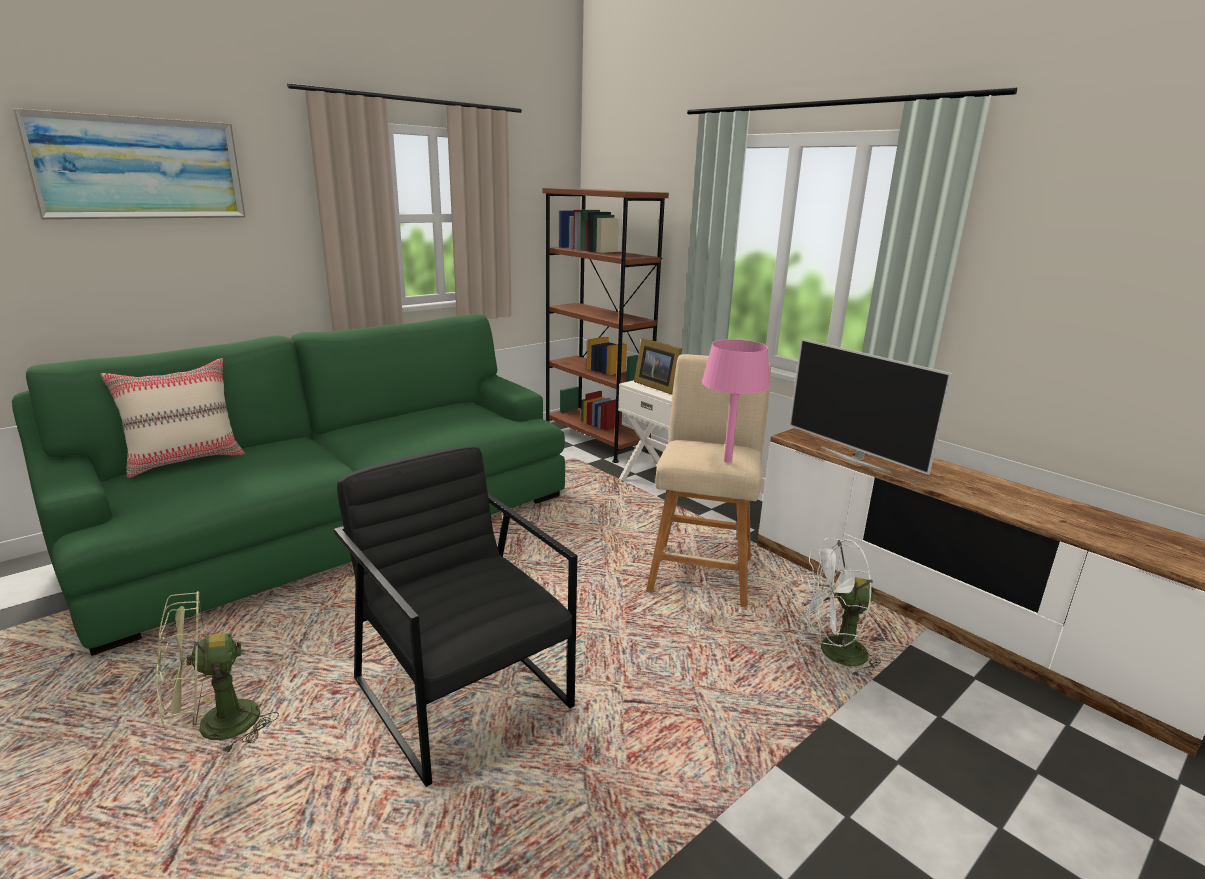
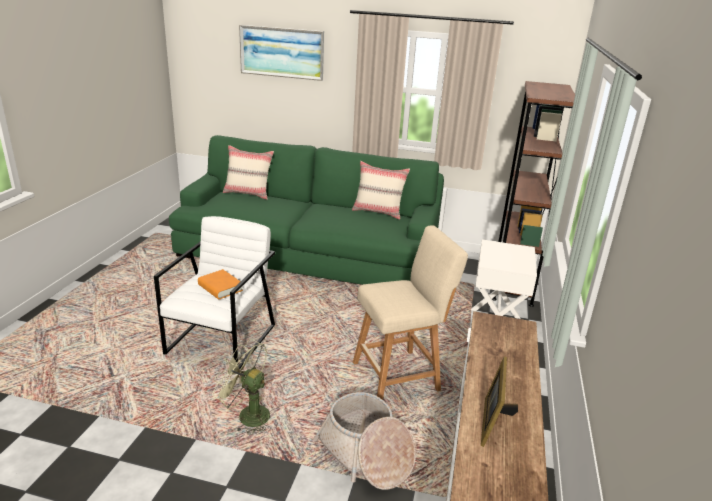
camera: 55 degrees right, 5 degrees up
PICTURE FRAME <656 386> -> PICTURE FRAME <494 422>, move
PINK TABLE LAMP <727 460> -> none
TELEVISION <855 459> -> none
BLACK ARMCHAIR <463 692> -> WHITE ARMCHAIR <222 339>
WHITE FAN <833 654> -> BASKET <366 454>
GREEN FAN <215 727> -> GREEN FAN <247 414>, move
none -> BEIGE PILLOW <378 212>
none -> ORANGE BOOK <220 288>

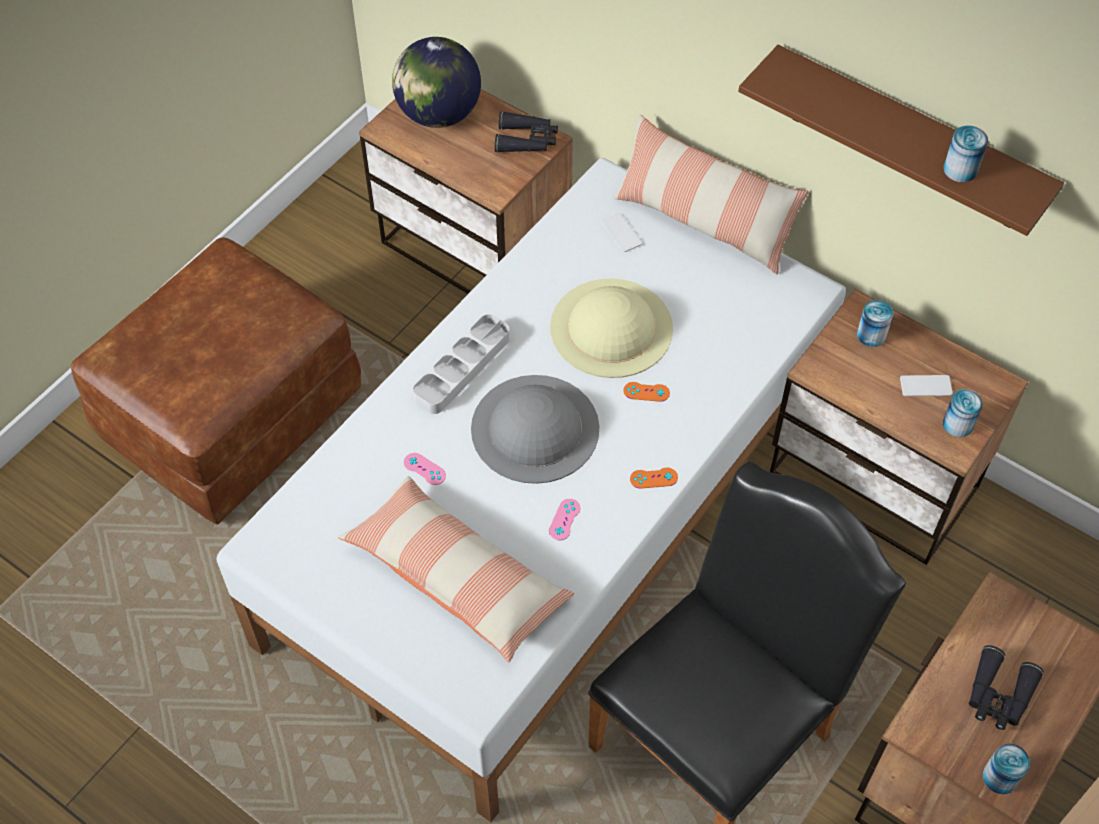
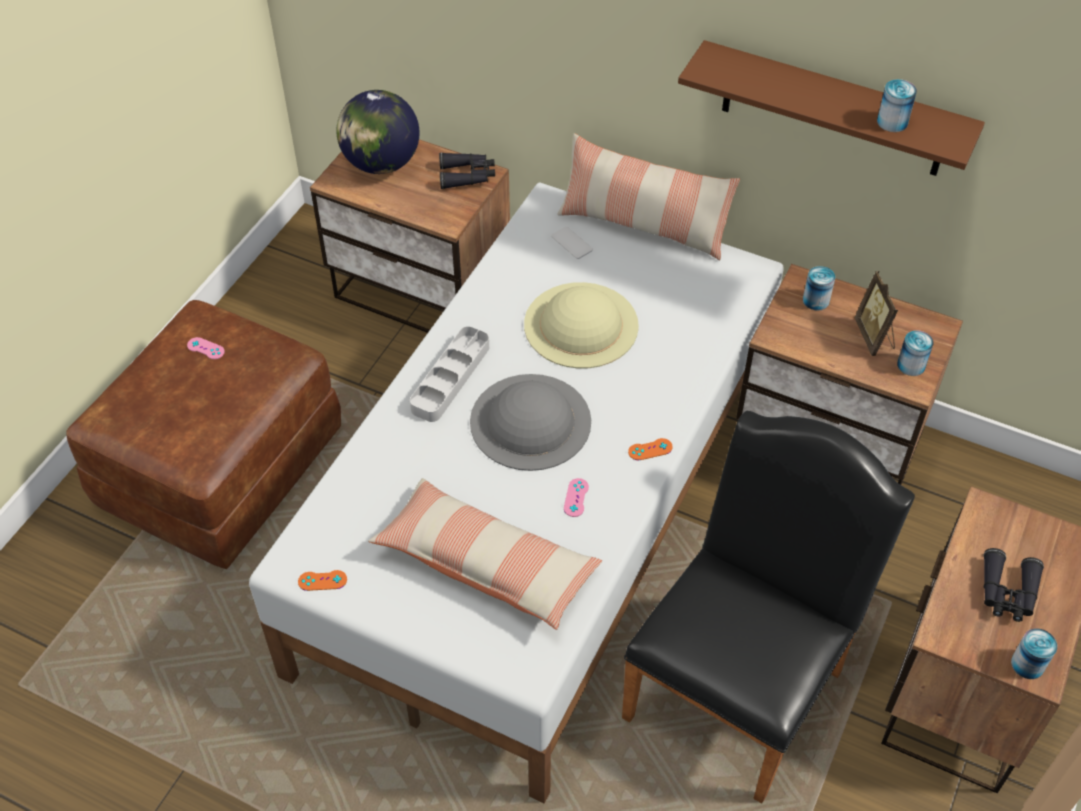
camera: 10 degrees left, 5 degrees down
PHONE <925 386> -> PICTURE FRAME <874 337>
ORANGE GAME CONTROLLER <646 392> -> ORANGE GAME CONTROLLER <322 580>, move
PINK GAME CONTROLLER <424 469> -> PINK GAME CONTROLLER <205 348>, move

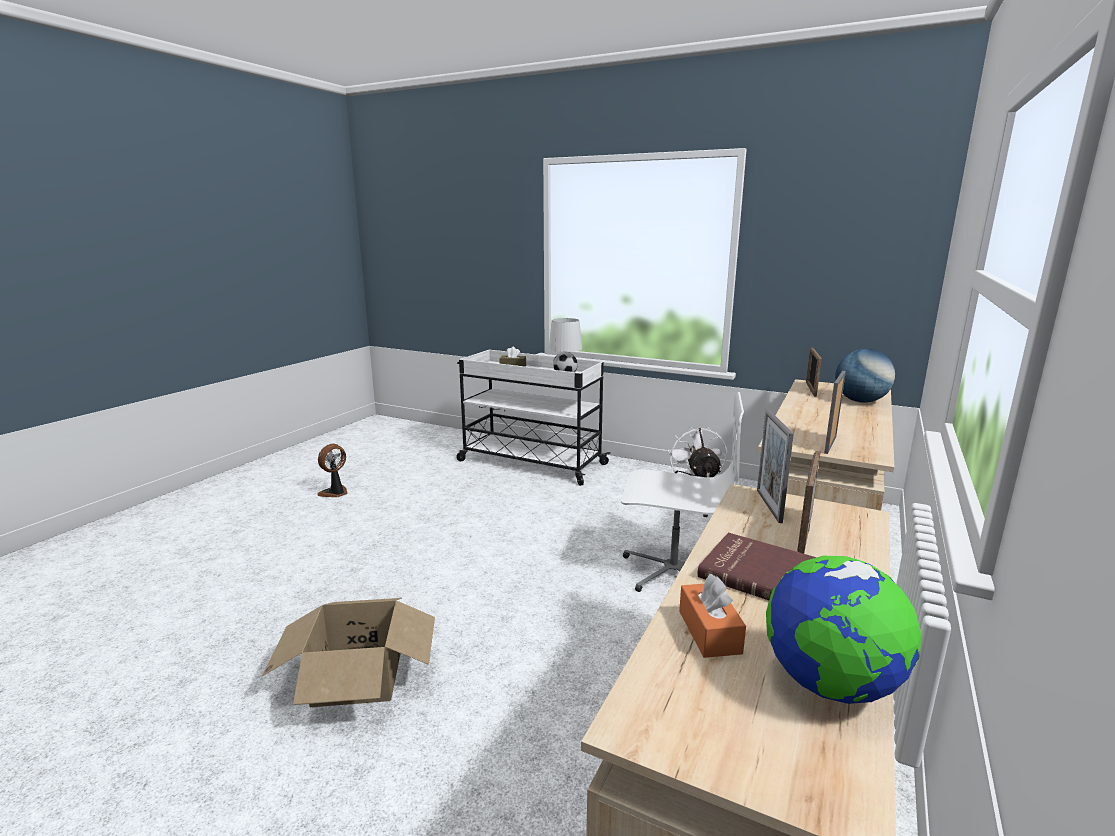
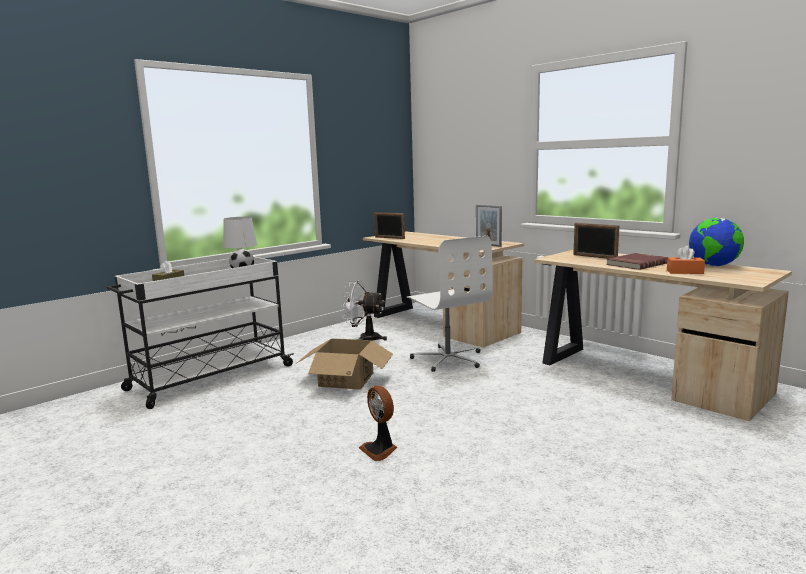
camera: 70 degrees left, 5 degrees down
GLOBE <860 401> -> none
WHITE OFFICE CHAIR <672 571> -> WHITE OFFICE CHAIR <448 359>, 120 degrees clockwise
PICTURE FRAME <768 506> -> none
FAN <335 493> -> FAN <380 450>, move
CARDBOARD BOX <357 676> -> CARDBOARD BOX <346 379>, move

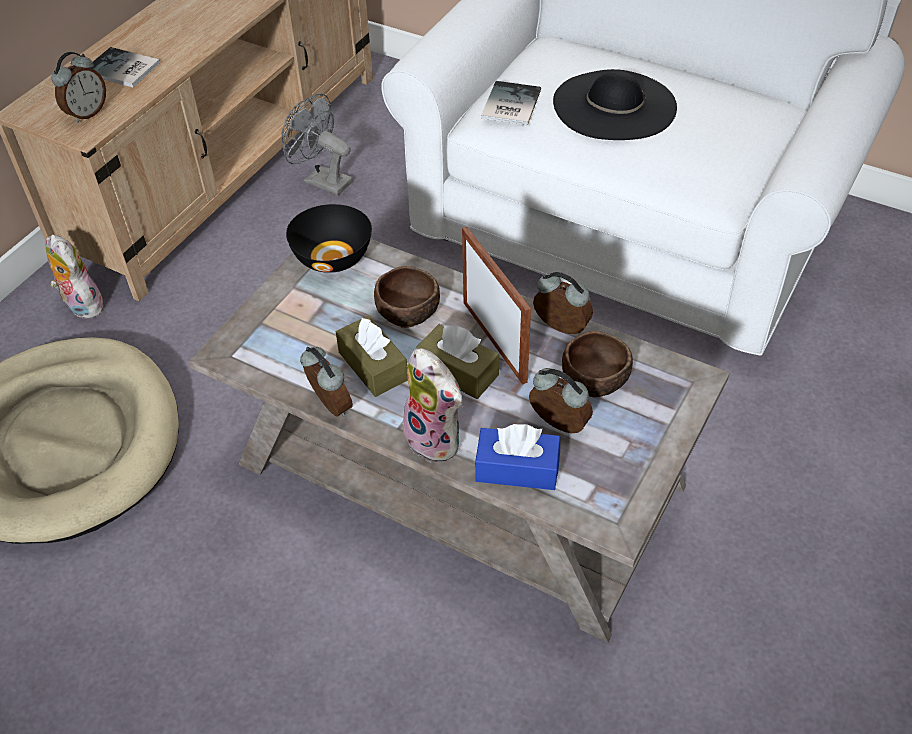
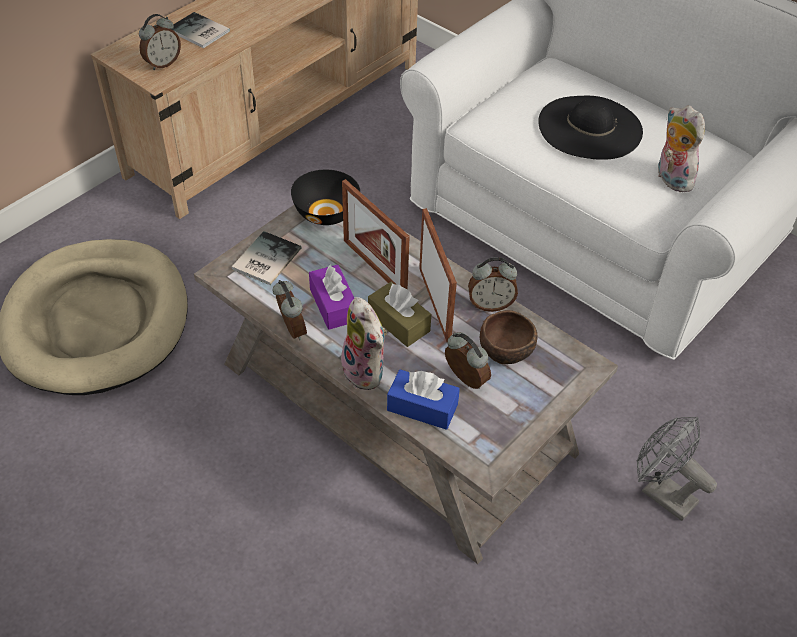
camera: 10 degrees right, 0 degrees up
BOOK <509 105> -> BOOK <264 259>, move
GREY FAN <321 180> -> GREY FAN <661 493>, move
PLUSH TOY <81 305> -> PLUSH TOY <670 179>, move
BROWN BOWL <409 311> -> PICTURE FRAME <374 267>
ALARM CLOCK <560 329> -> ALARM CLOCK <490 304>, 135 degrees clockwise
BROWN TISSUE BOX <373 366> -> PURPLE TISSUE BOX <333 305>

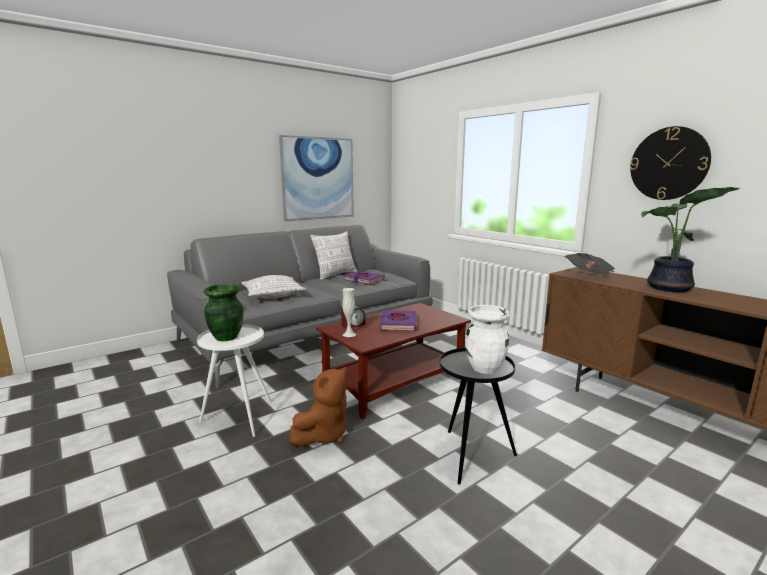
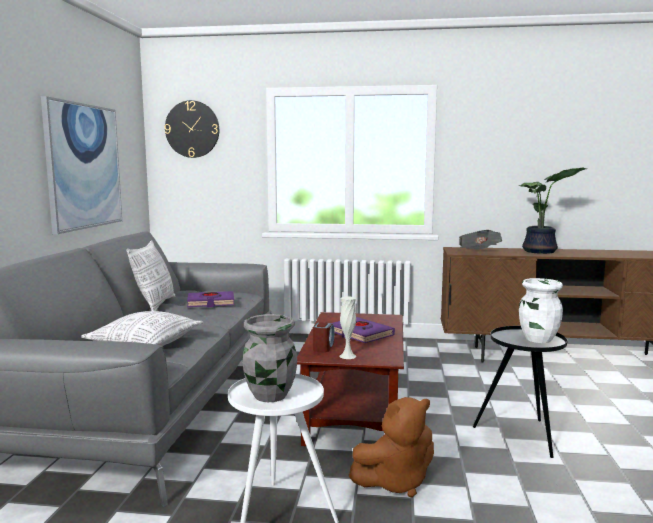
camera: 45 degrees left, 5 degrees down
WALL CLOCK <668 163> -> WALL CLOCK <192 129>, move
GREEN VASE <226 337> -> GREY VASE <270 396>
BROWN PLUSH TOY <323 435> -> BROWN PLUSH TOY <395 482>, 75 degrees clockwise

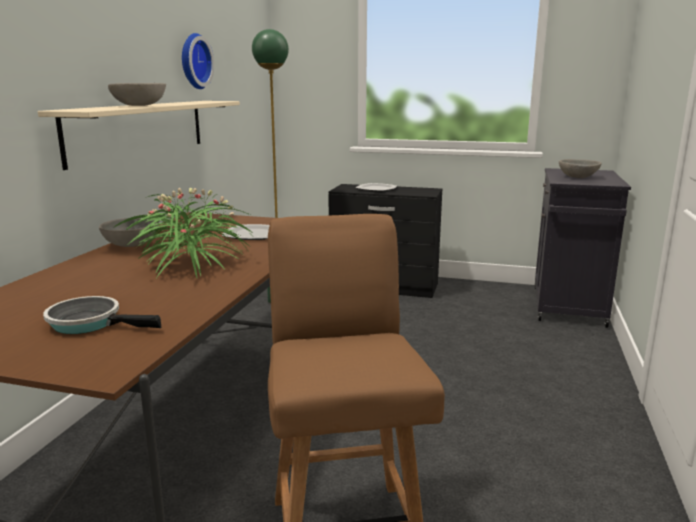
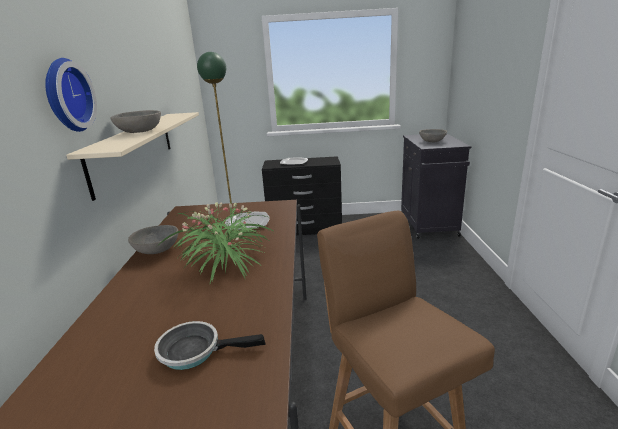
camera: 15 degrees left, 5 degrees up
WALL CLOCK <193 61> -> WALL CLOCK <65 96>, move

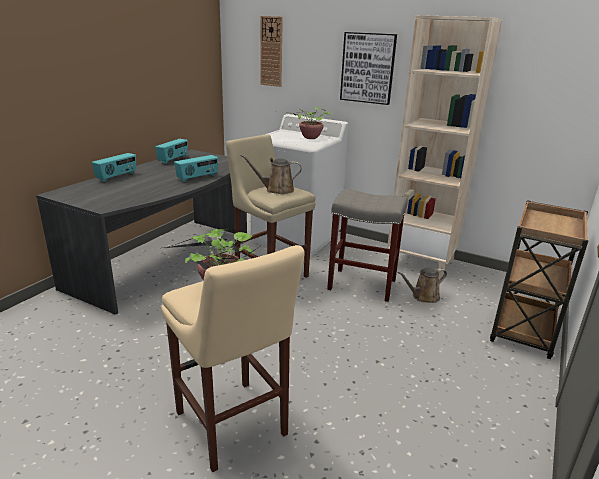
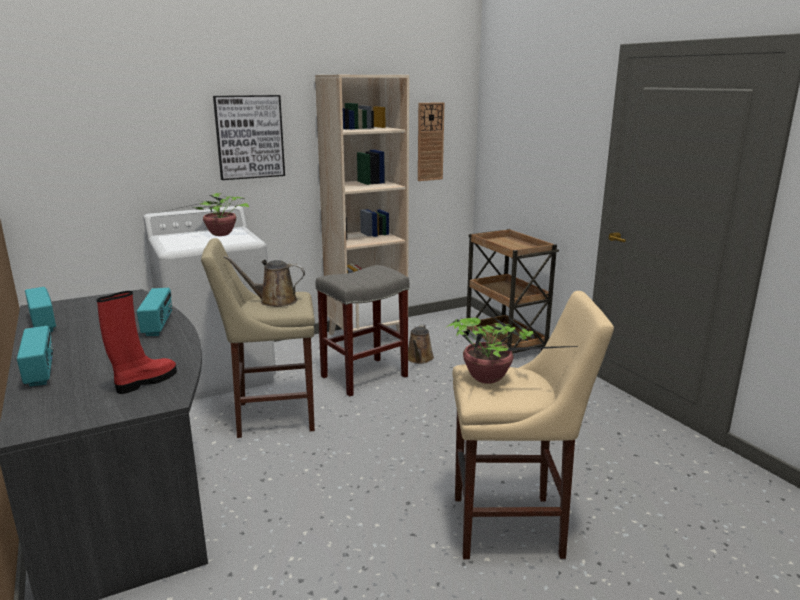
camera: 55 degrees left, 5 degrees down
WALL CLOCK <271 51> -> WALL CLOCK <430 142>, move
BROWN WATERING CAN <276 190> -> BROWN WATERING CAN <274 301>, 60 degrees clockwise
none -> RED BOOT <145 382>

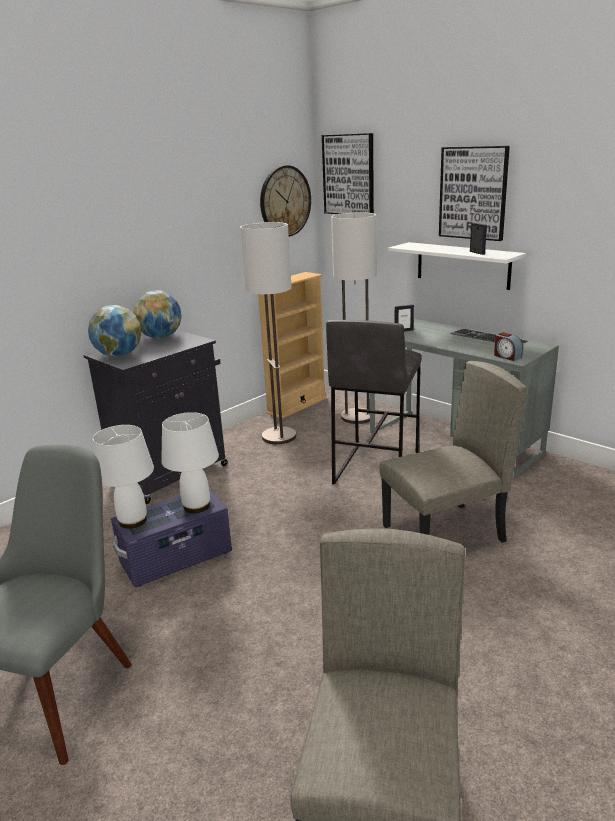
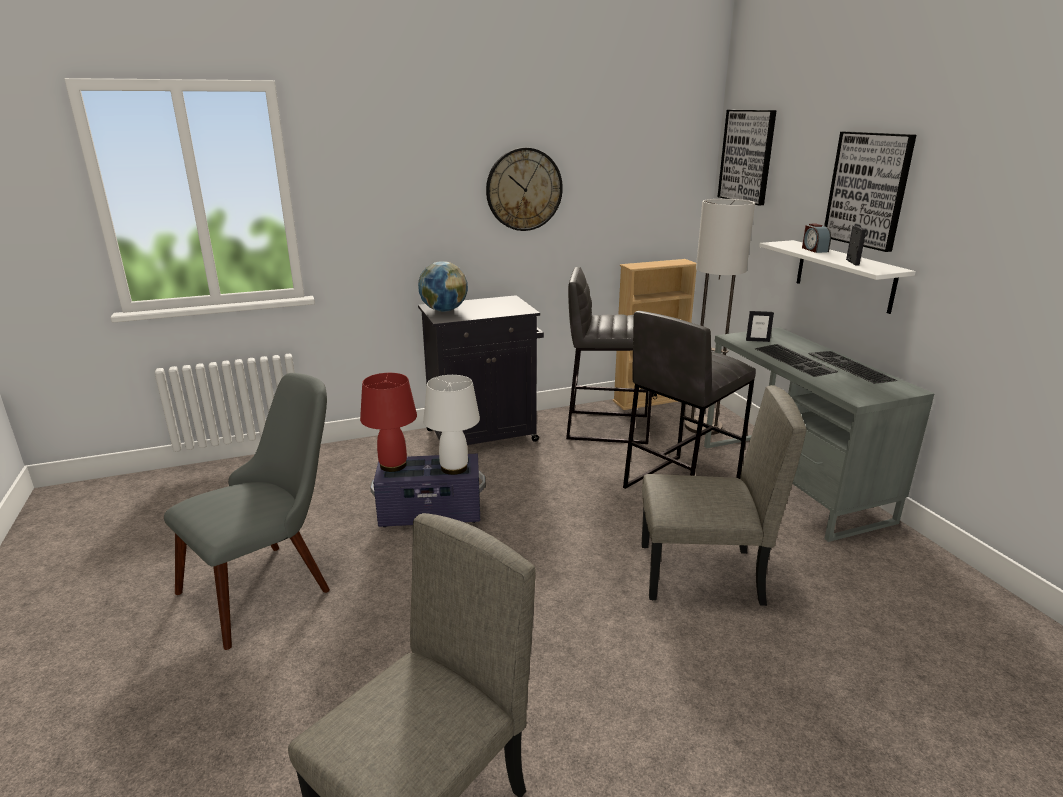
camera: 25 degrees right, 0 degrees up
WALL CLOCK <285 201> -> WALL CLOCK <524 189>, move
FLOOR LAMP <278 436> -> GREY STOOL <607 426>
GLOBE <161 337> -> none
ALARM CLOCK <507 356> -> ALARM CLOCK <814 249>, move
WHITE TABLE LAMP <133 521> -> RED TABLE LAMP <394 465>
none -> KEYBOARD <796 360>

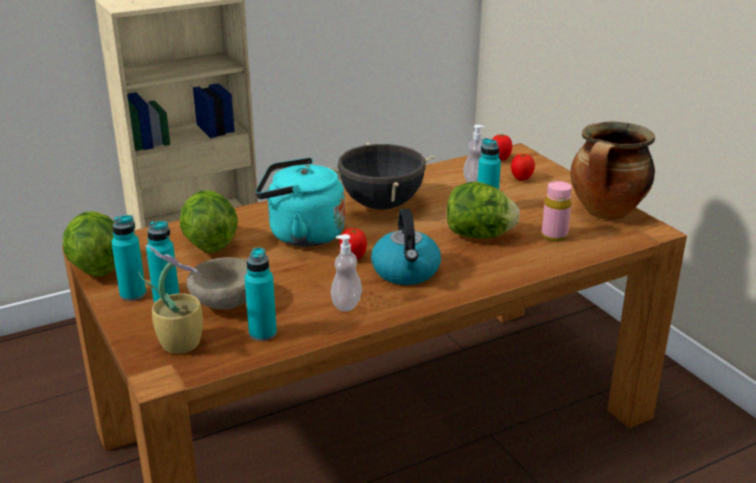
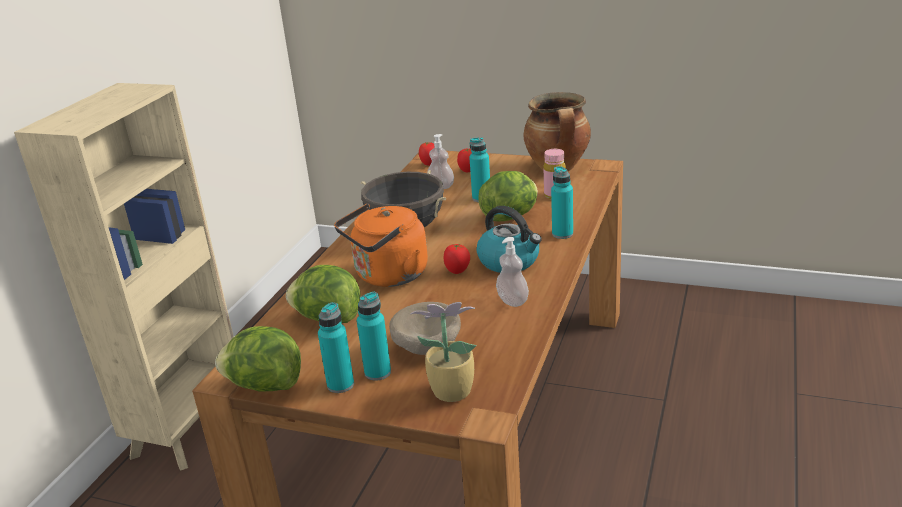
camera: 40 degrees left, 0 degrees up
TURQUOISE KETTLE <301 235> -> ORANGE KETTLE <388 276>
TURQUOISE BOTTLE <262 333> -> TURQUOISE BOTTLE <562 234>, move

